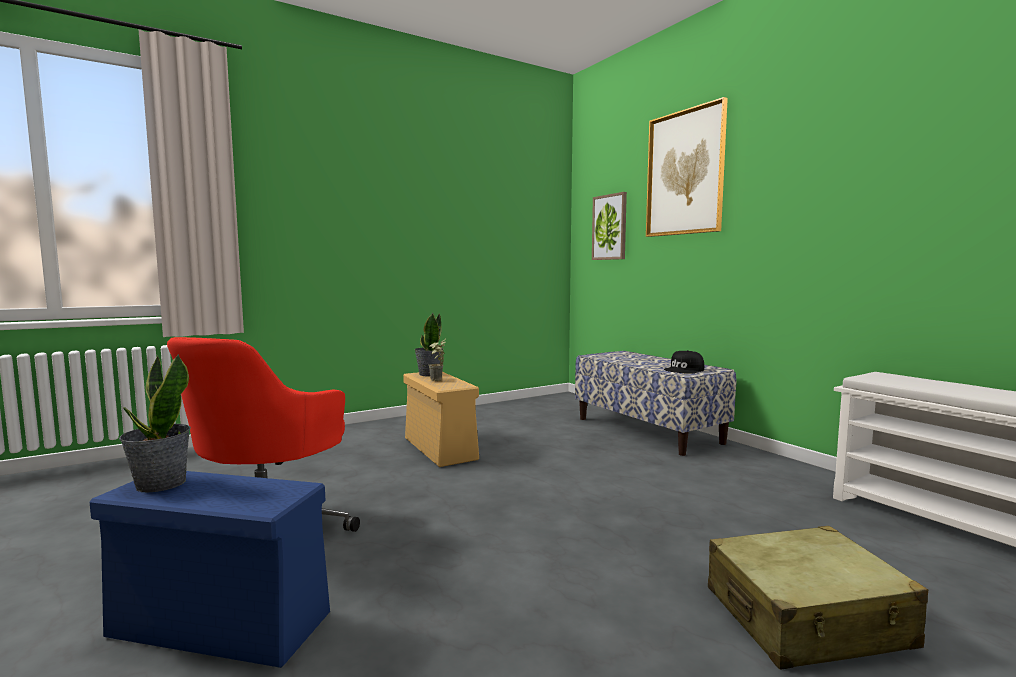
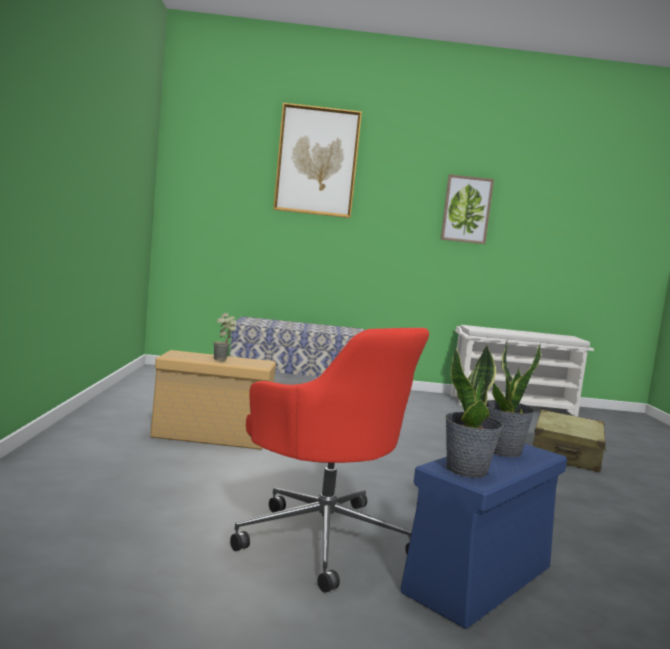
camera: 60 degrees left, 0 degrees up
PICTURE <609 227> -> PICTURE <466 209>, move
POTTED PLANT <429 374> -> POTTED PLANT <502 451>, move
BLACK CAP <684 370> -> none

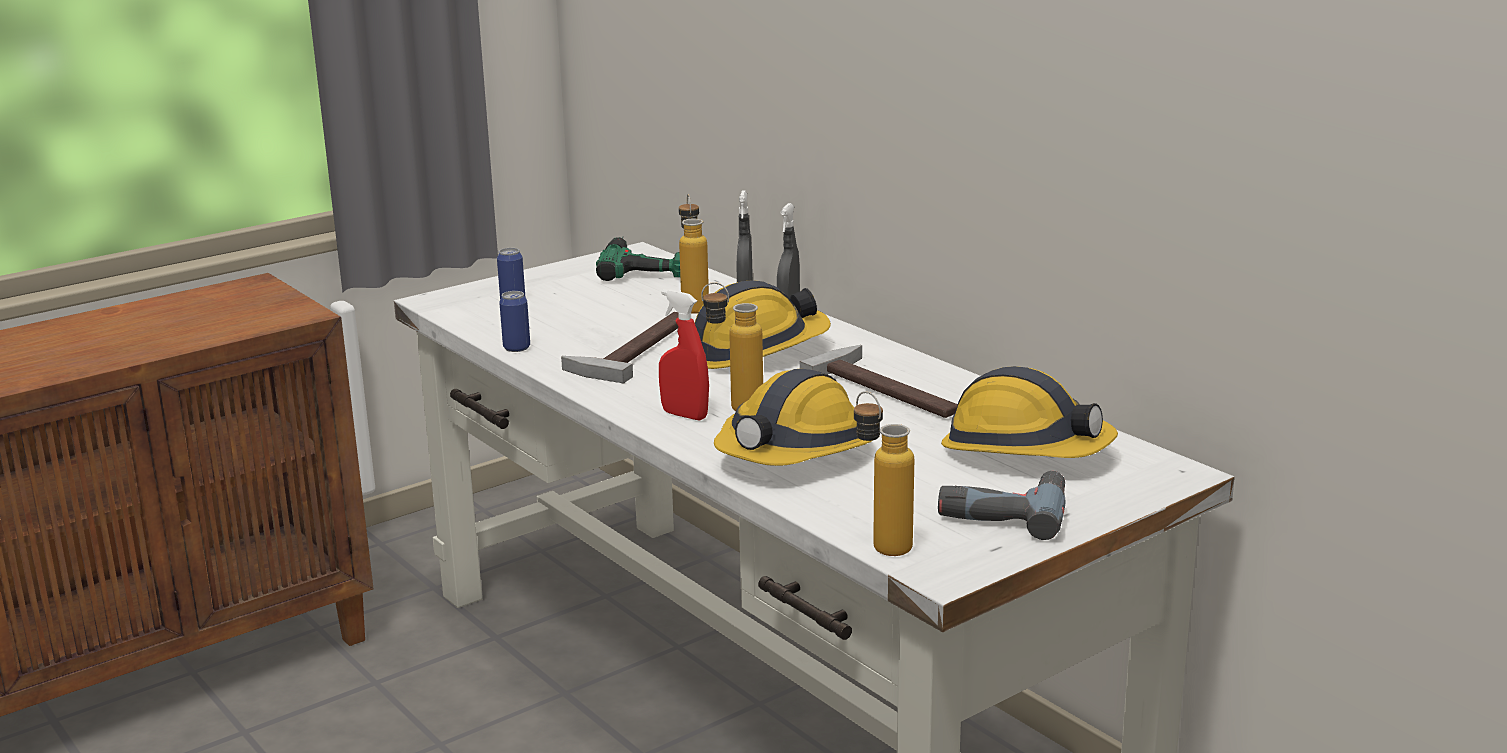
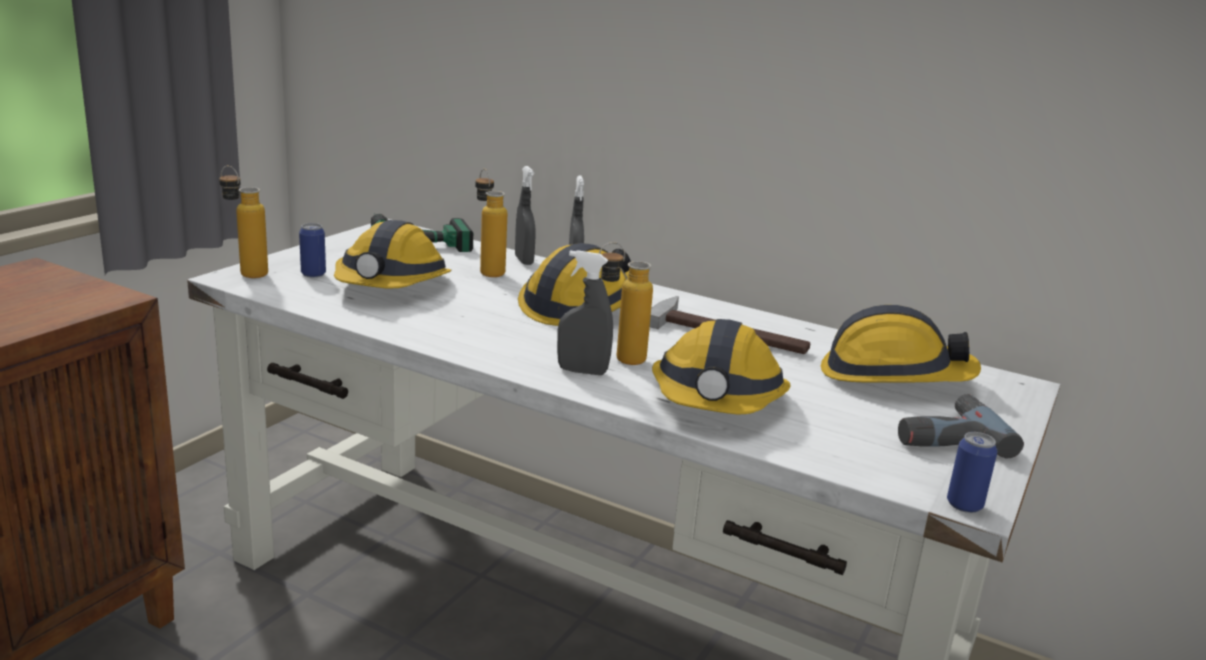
camera: 25 degrees left, 0 degrees up
RED SPRAY BOTTLE <684 415> -> GREY SPRAY BOTTLE <582 371>
CAN <516 348> -> CAN <964 505>, move
HAMMER <634 348> -> none
BOTTLE <880 543> -> BOTTLE <246 272>, move
none -> HARD HAT <392 285>

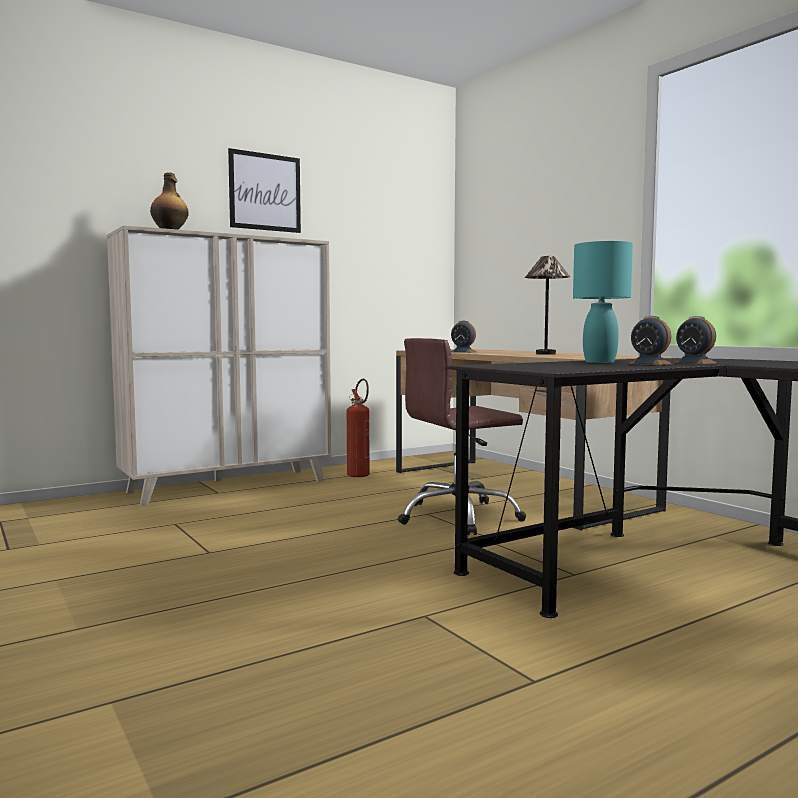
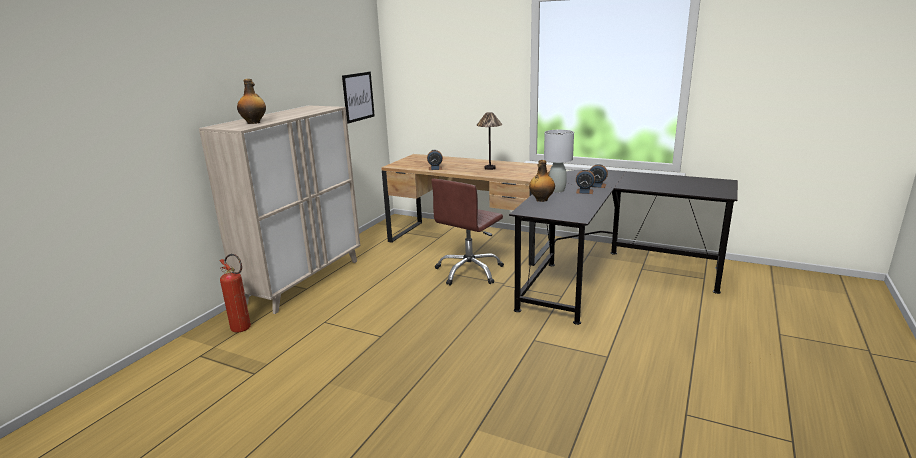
camera: 30 degrees left, 15 degrees up
PICTURE <265 192> -> PICTURE <358 97>, move
TURQUOISE TABLE LAMP <599 362> -> GREY TABLE LAMP <557 190>
FIRE EXTINGUISHER <360 476> -> FIRE EXTINGUISHER <243 329>, move
none -> BOTTLE <541 200>

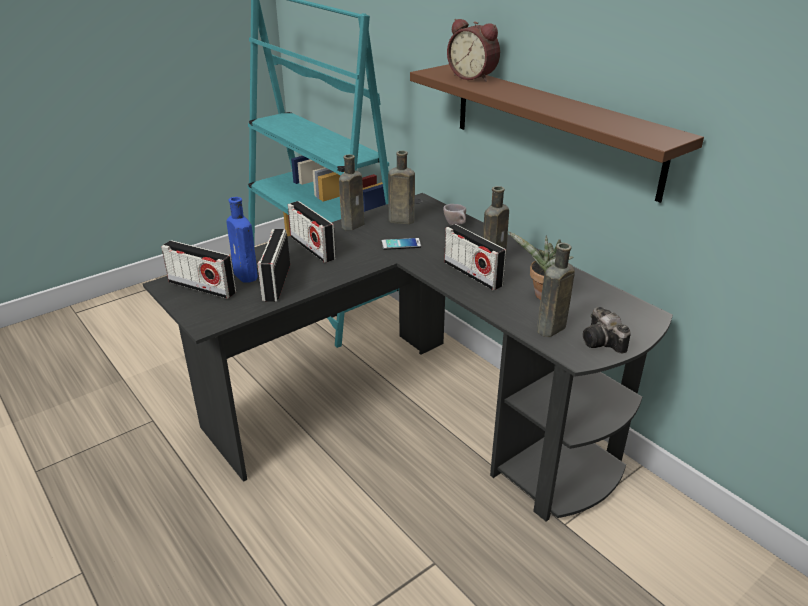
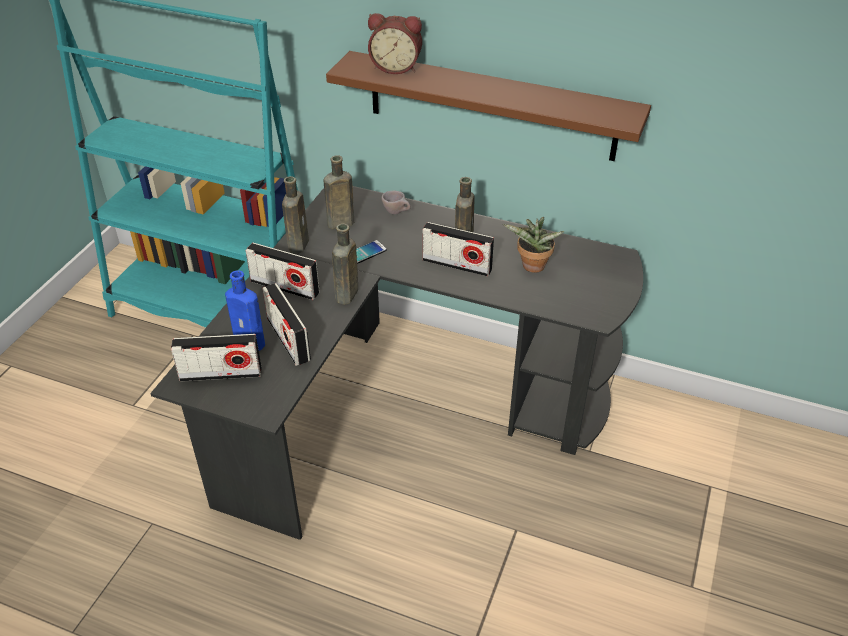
camera: 30 degrees left, 10 degrees up
BROWN BOTTLE <549 329> -> BROWN BOTTLE <346 296>, move
PHOTO CAMERA <603 343> -> none

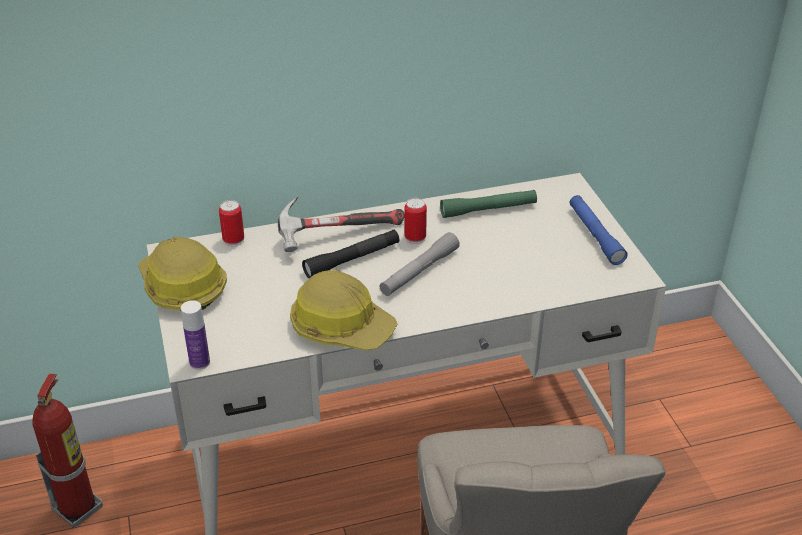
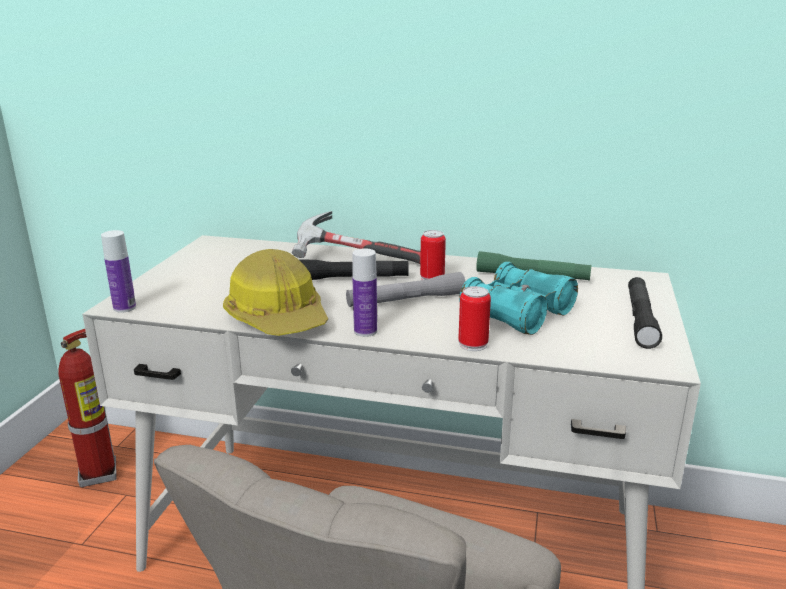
camera: 30 degrees right, 15 degrees down
BLUE FLASHLIGHT <595 235> -> BLACK FLASHLIGHT <640 319>
CAN <233 240> -> CAN <473 344>, move
HARD HAT <182 287> -> none
none -> BOTTLE <365 331>
none -> TURQUOISE BINOCULARS <518 313>

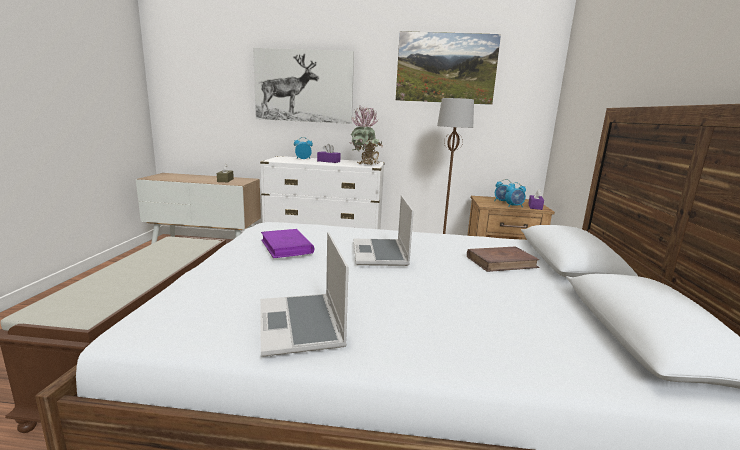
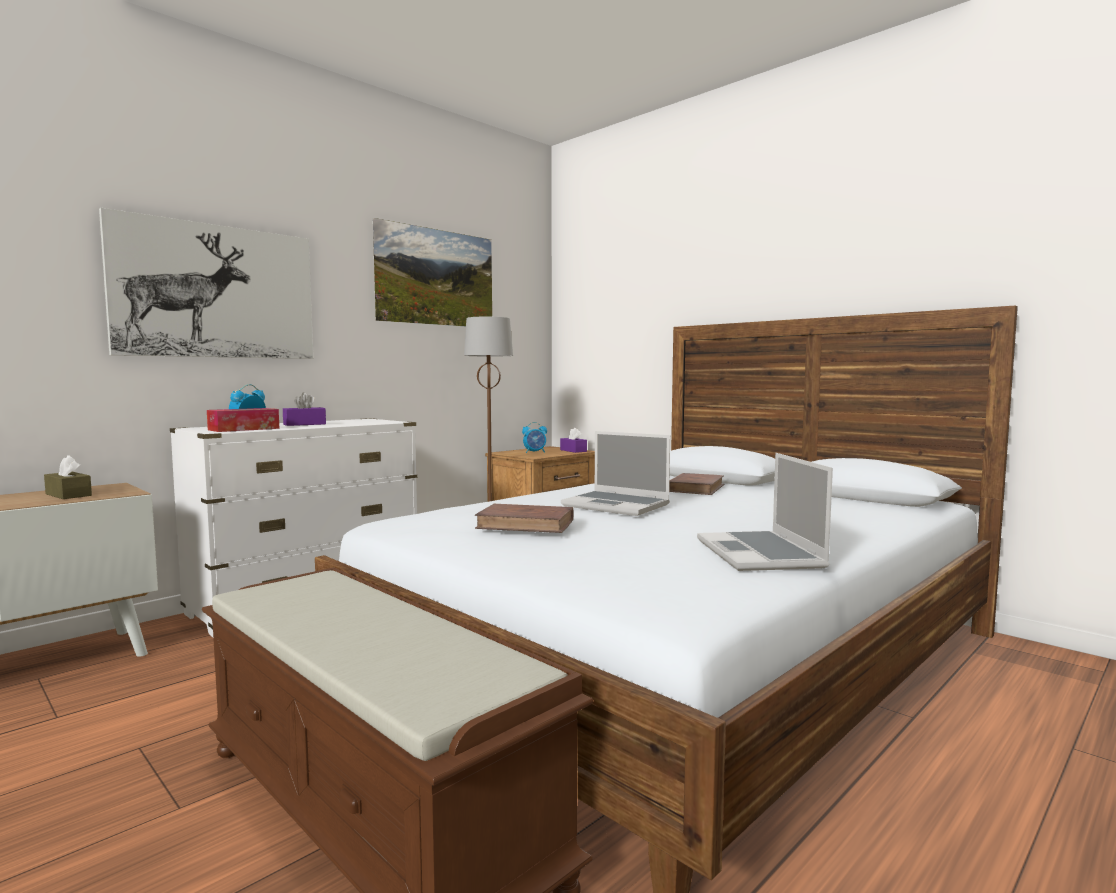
camera: 50 degrees left, 10 degrees down
POTTED PLANT <365 165> -> none
ALARM CLOCK <514 206> -> none
PURPLE BOOK <286 246> -> BROWN BOOK <526 524>
LAPTOP <302 325> -> LAPTOP <761 554>, 60 degrees clockwise
none -> TISSUE BOX <244 429>

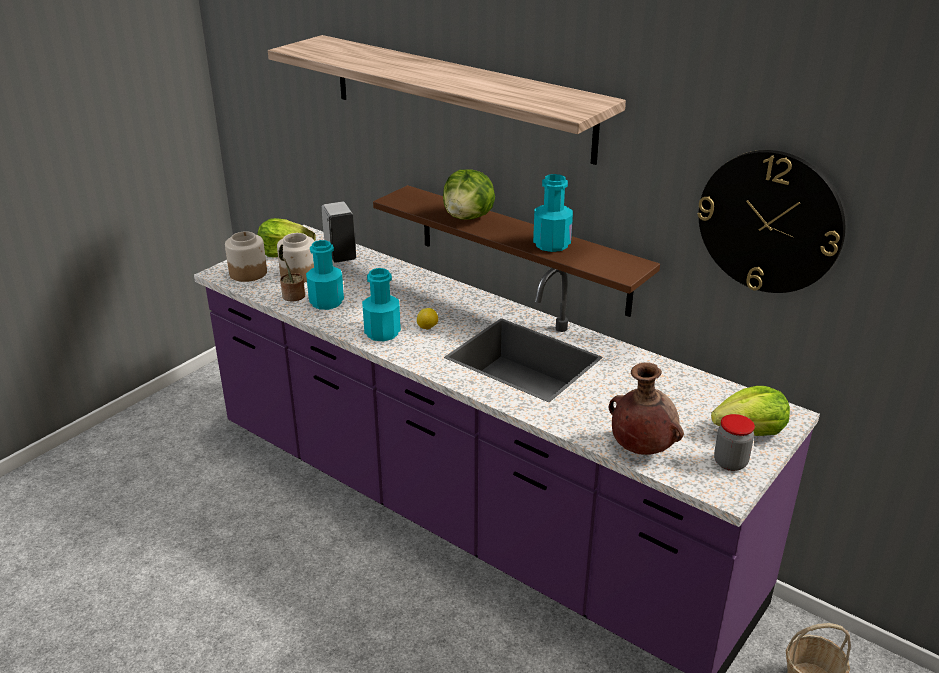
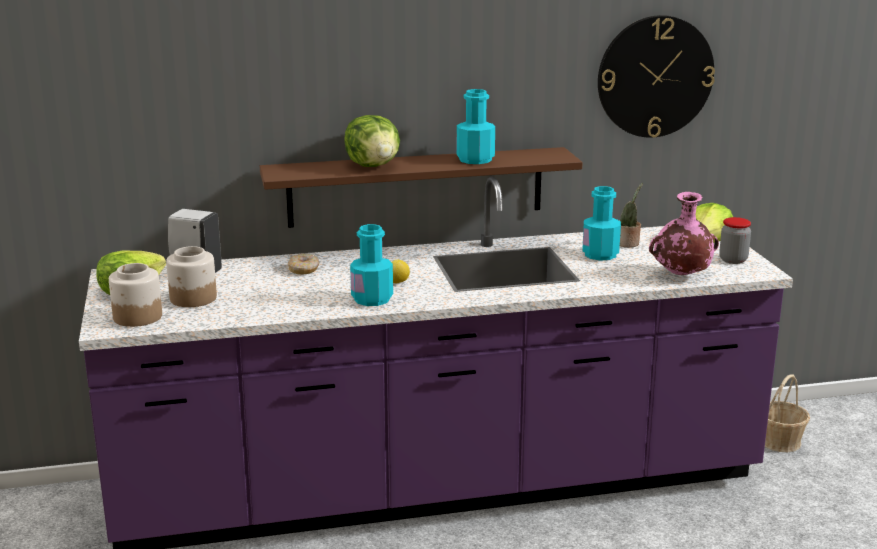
camera: 50 degrees left, 10 degrees down
SHELF <458 96> -> none
TURQUOISE BOTTLE <326 302> -> TURQUOISE BOTTLE <600 254>, move
POTTED PLANT <292 296> -> POTTED PLANT <628 244>, move
BROWN VASE <641 448> -> PINK VASE <680 275>
none -> DONUT <304 270>

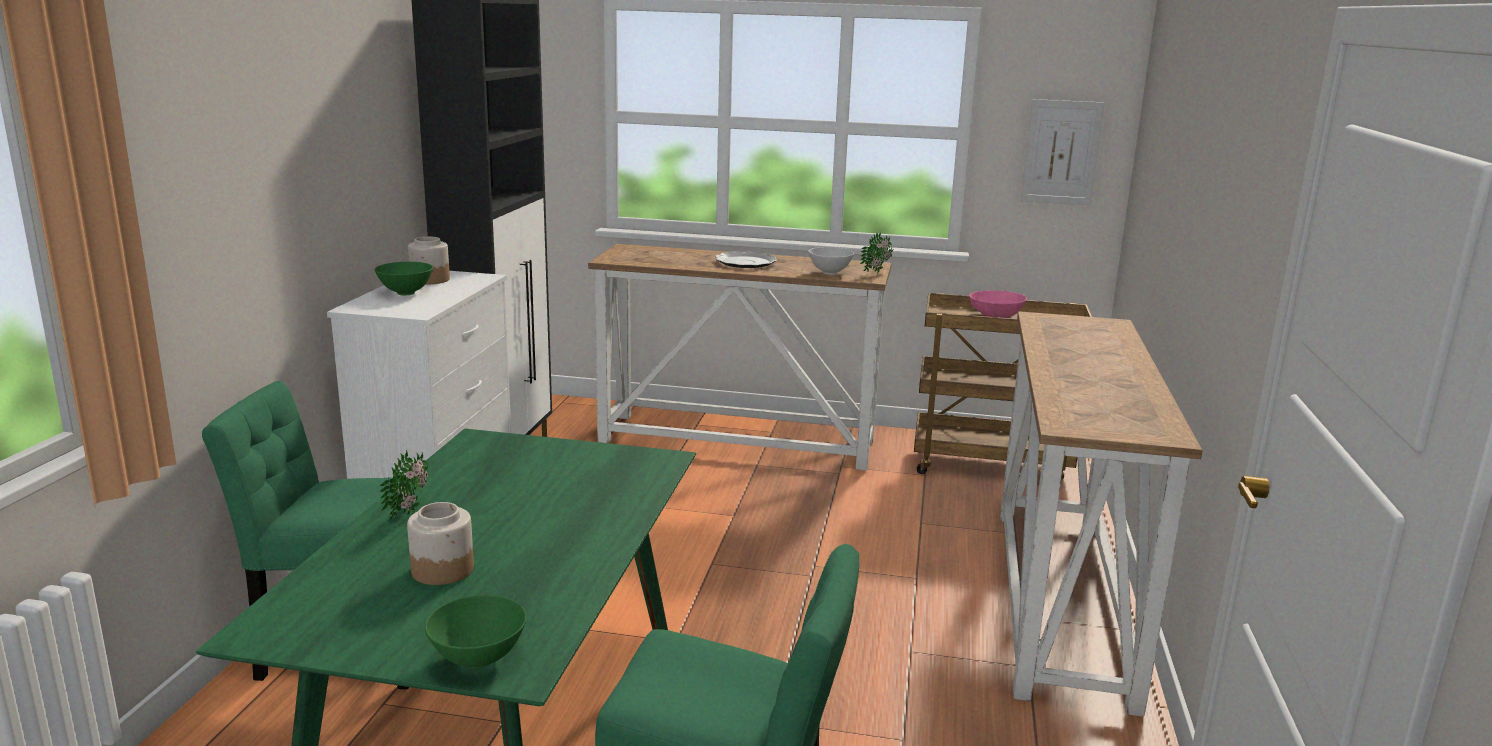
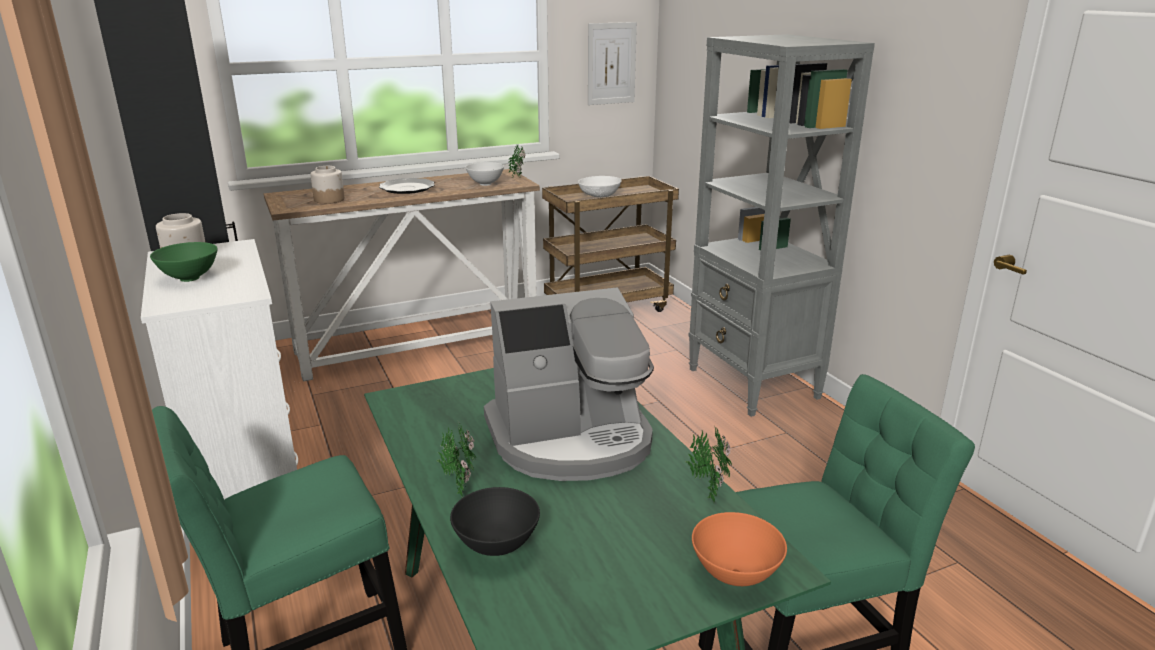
camera: 35 degrees left, 5 degrees up
PINK BOWL <996 316> -> WHITE BOWL <600 195>
CONSOLE TABLE <1061 601> -> GREY BOOKCASE <753 384>
JAR <443 569> -> JAR <329 199>, move
GREEN BOWL <479 660> -> ORANGE BOWL <736 575>
none -> COFFEE MACHINE <571 439>
none -> POTTED PLANT <706 487>
none -> BLACK BOWL <497 547>

